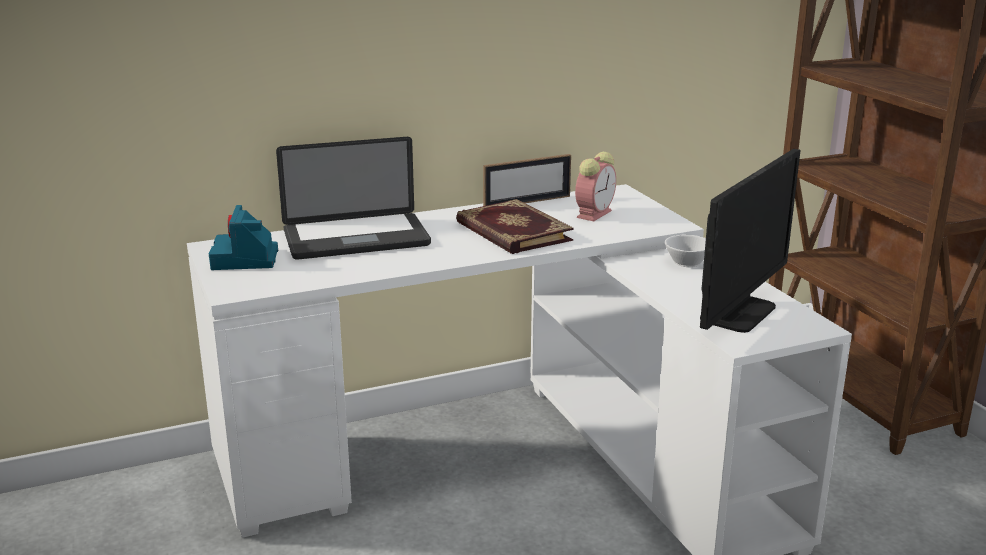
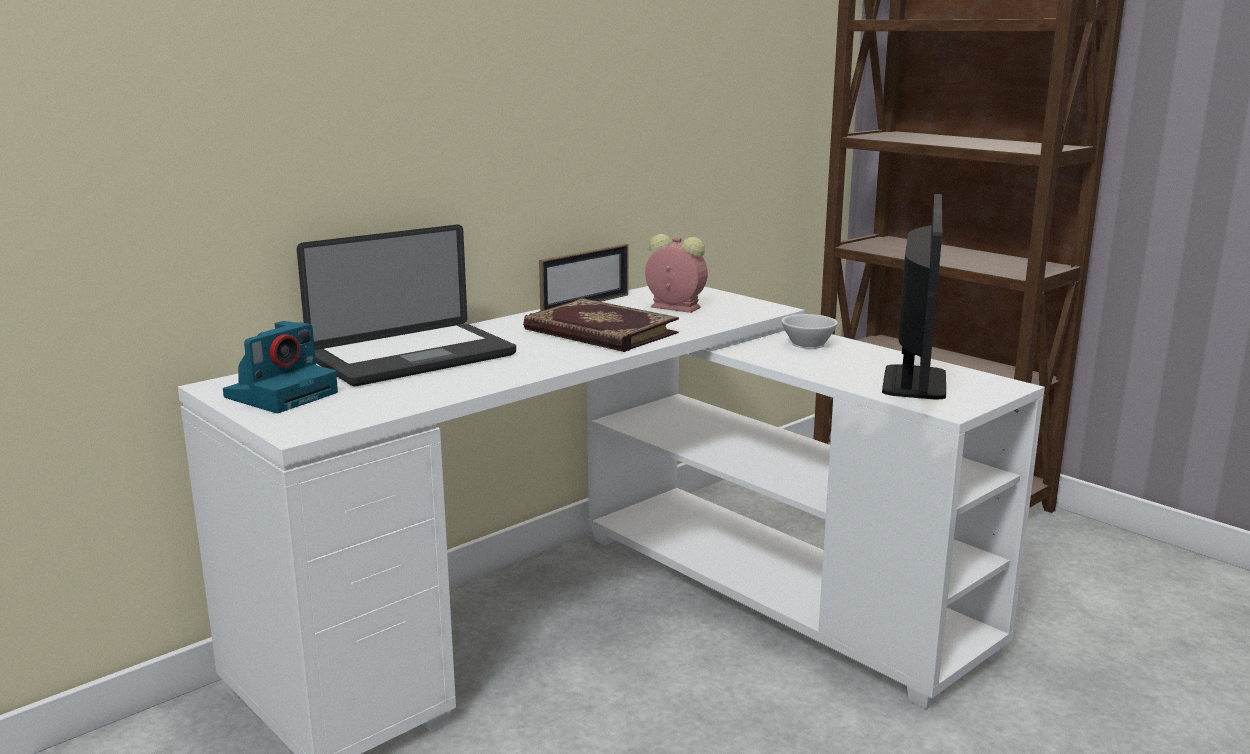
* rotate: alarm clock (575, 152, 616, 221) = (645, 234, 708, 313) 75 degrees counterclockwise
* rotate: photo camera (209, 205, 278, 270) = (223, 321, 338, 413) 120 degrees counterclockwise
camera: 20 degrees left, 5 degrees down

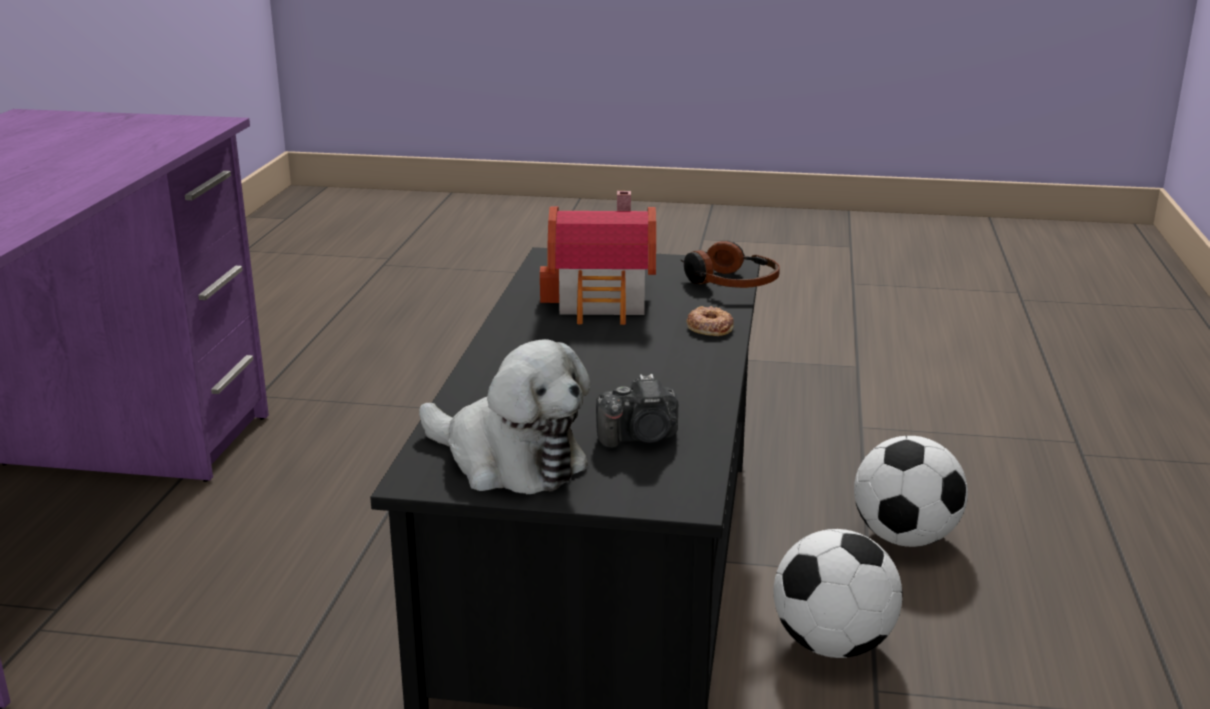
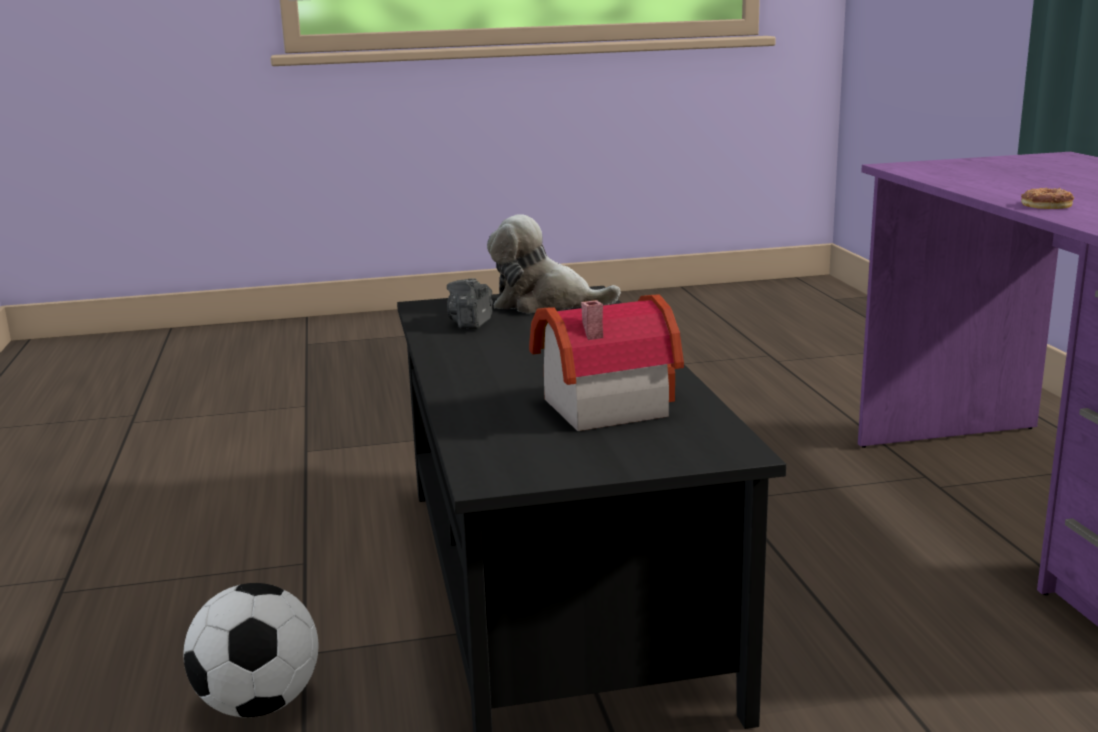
* delete: headphones (681, 241, 780, 288)
* move: donut (686, 306, 734, 336) to (1021, 188, 1074, 209)
* rotate: photo camera (596, 374, 678, 449) = (447, 278, 492, 329) 45 degrees counterclockwise
* delete: football (774, 529, 902, 658)
camera: 160 degrees right, 5 degrees down

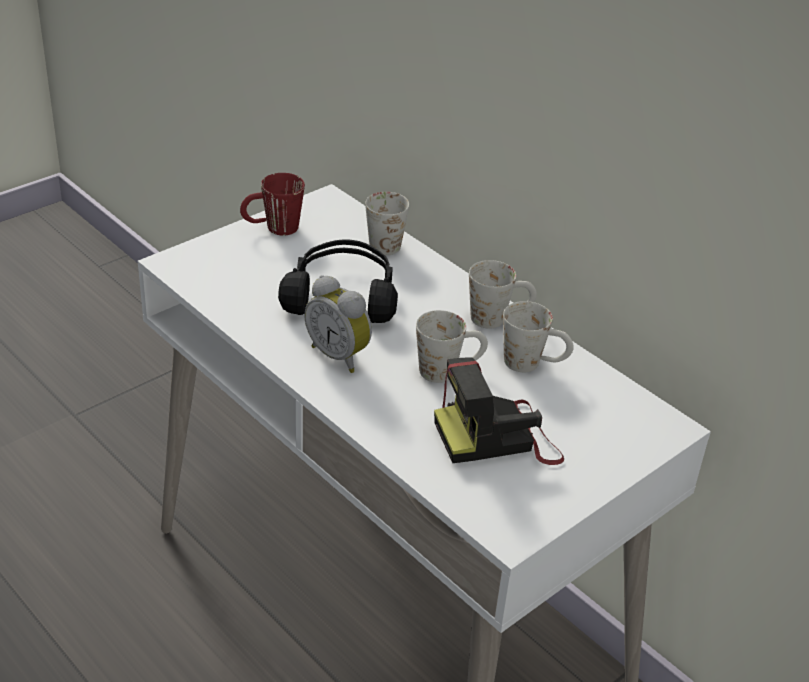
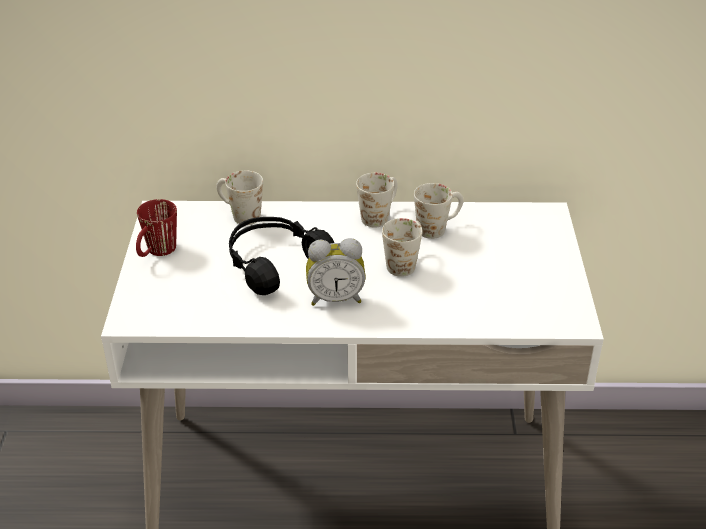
* delete: photo camera (434, 357, 564, 465)
camera: 45 degrees left, 0 degrees up

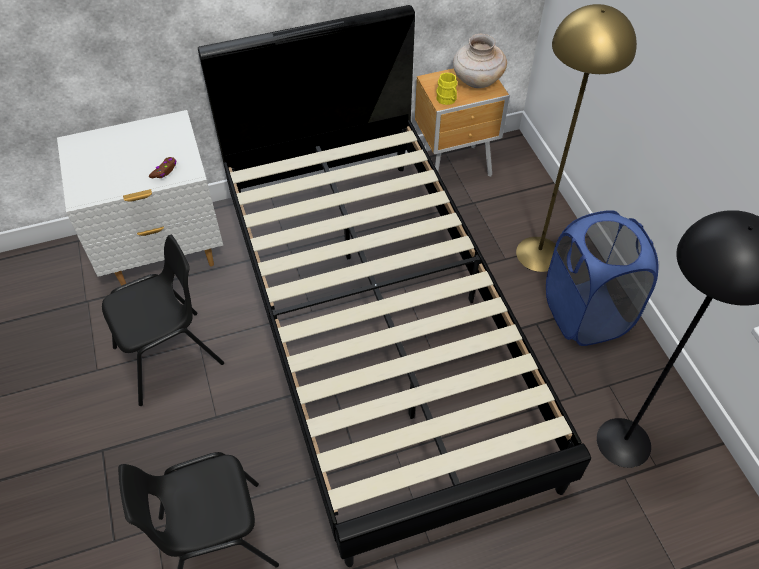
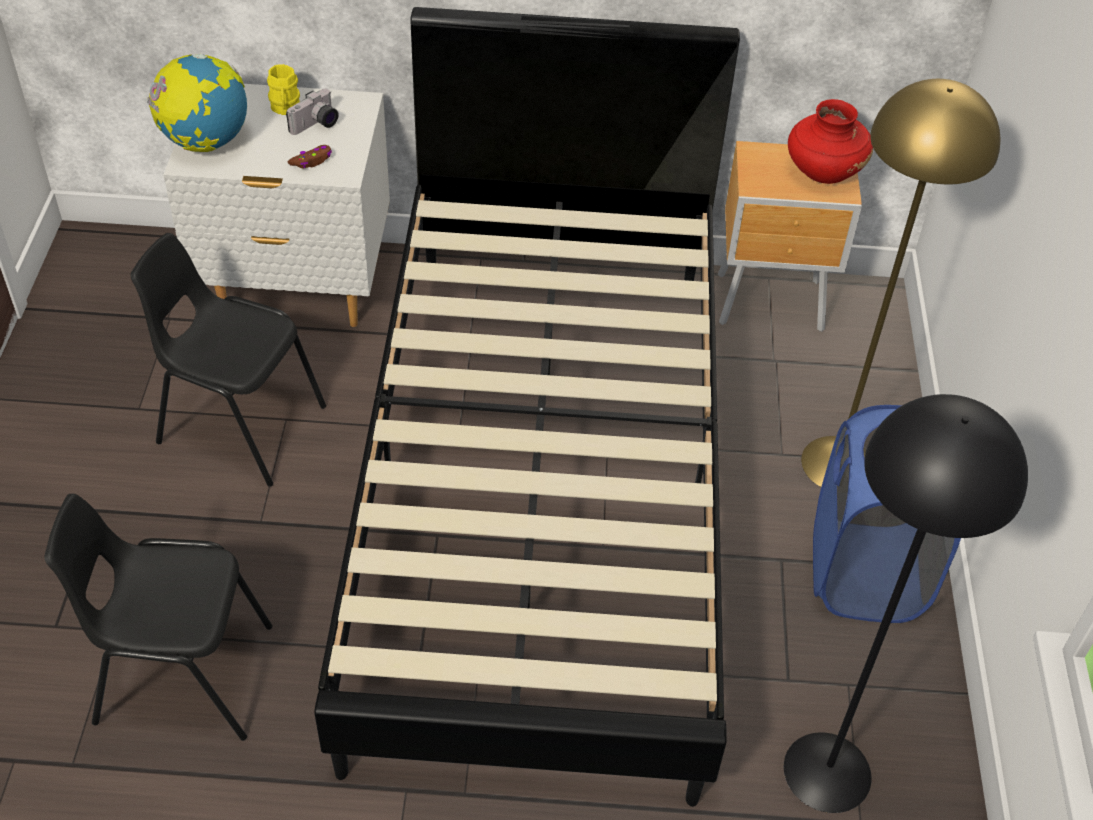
* recolor: vase (beige) (453, 34, 507, 88) to vase (red) (788, 99, 873, 184)
* move: mug (yellow) (436, 73, 457, 105) to (267, 64, 300, 115)
* rotate: chair (black) (102, 235, 224, 406) = (131, 233, 326, 487) 150 degrees counterclockwise
* insert: globe (147, 54, 247, 152)
* insert: photo camera (286, 89, 339, 135)
camera: 20 degrees right, 5 degrees down

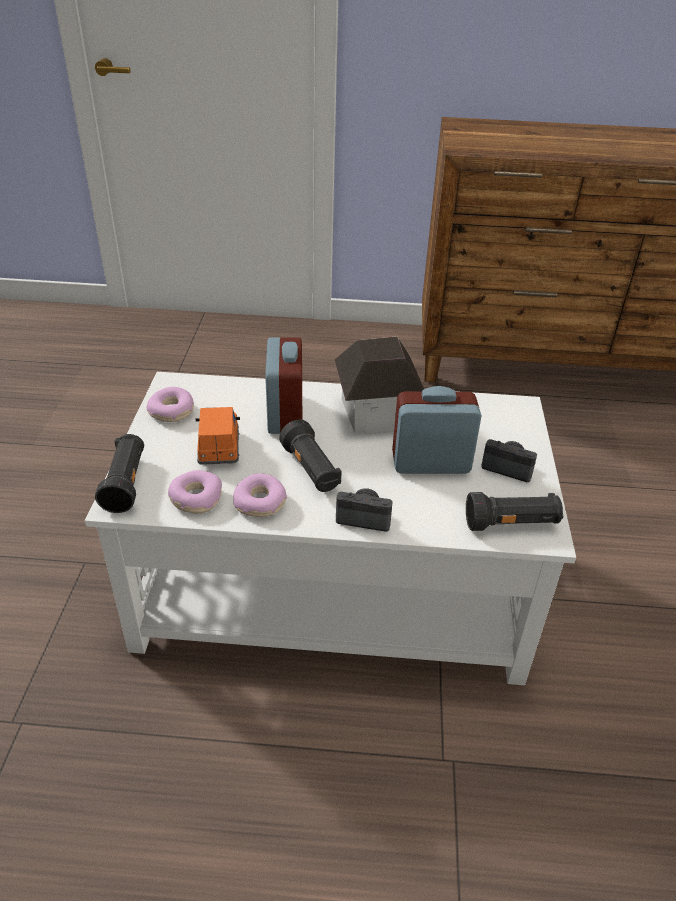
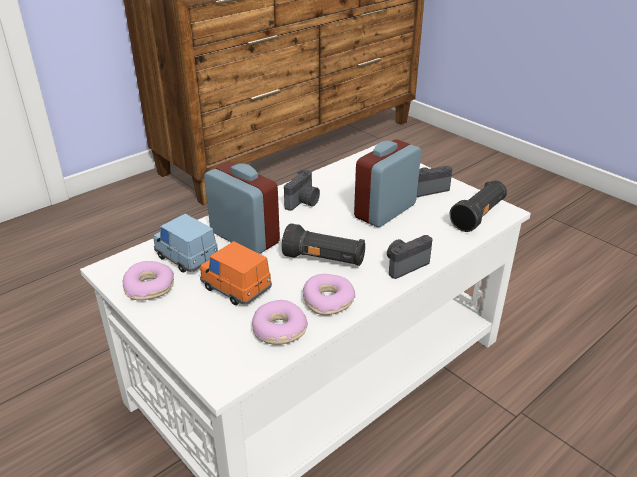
* replace: toy house (335, 336, 424, 434) to photo camera (284, 169, 320, 211)
* delete: flashlight (black) (95, 434, 144, 513)
* insert: toy car (blue) (153, 214, 218, 273)
camera: 45 degrees left, 5 degrees down

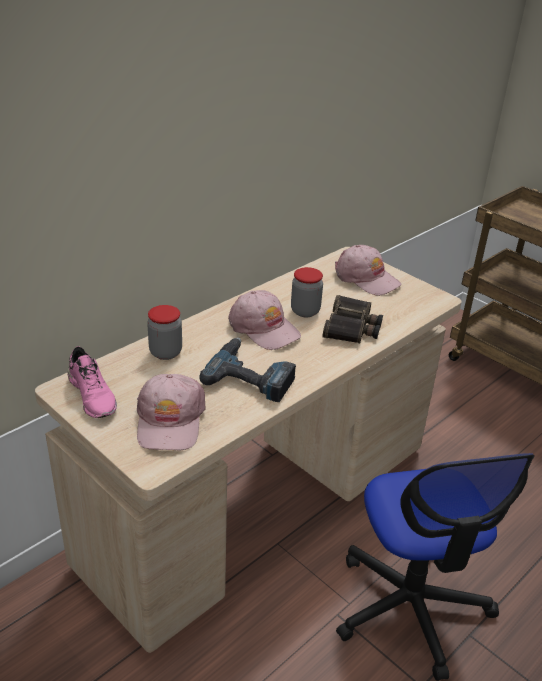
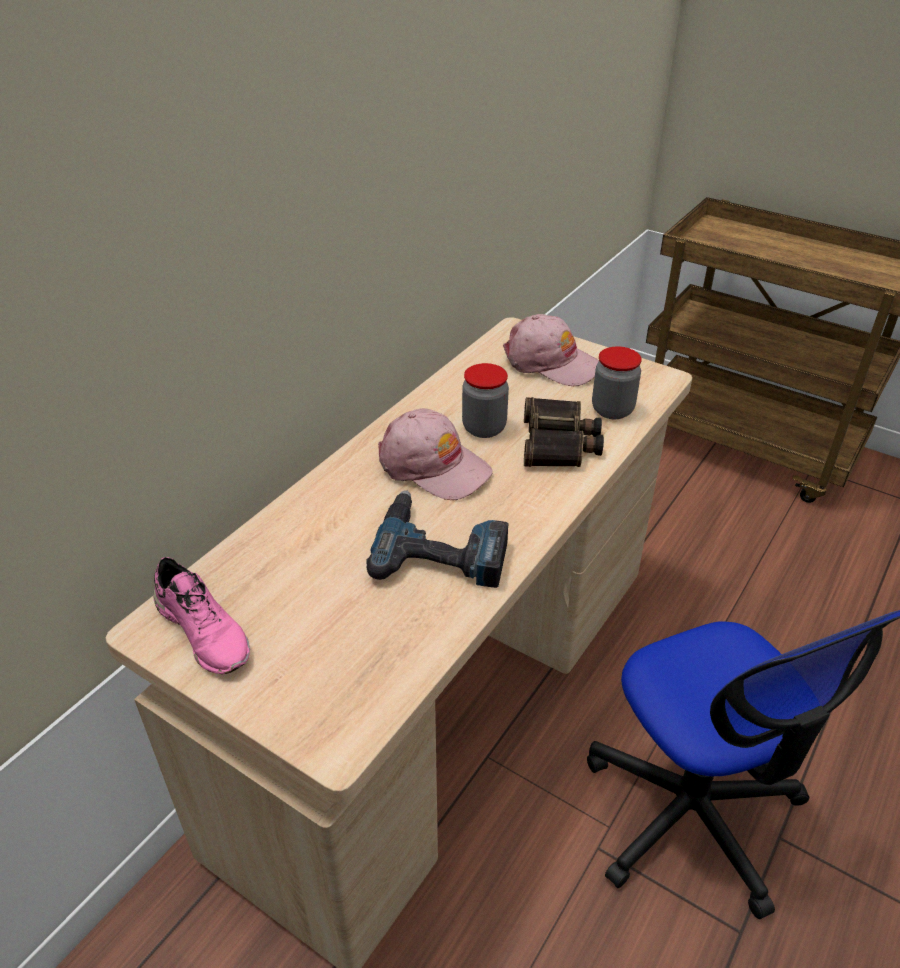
* move: jar (147, 305, 182, 360) to (592, 346, 642, 419)
* delete: cap (pink) (137, 374, 206, 451)
camera: 10 degrees left, 5 degrees up

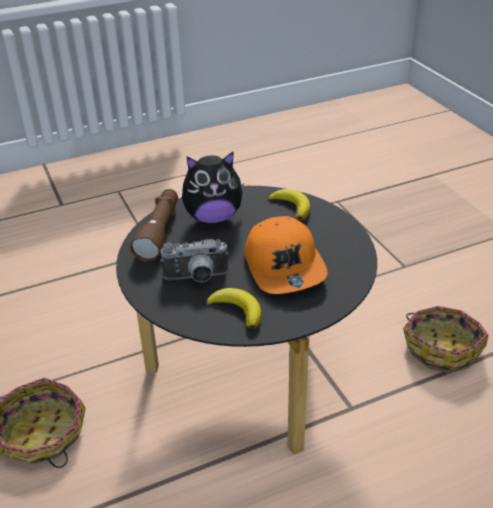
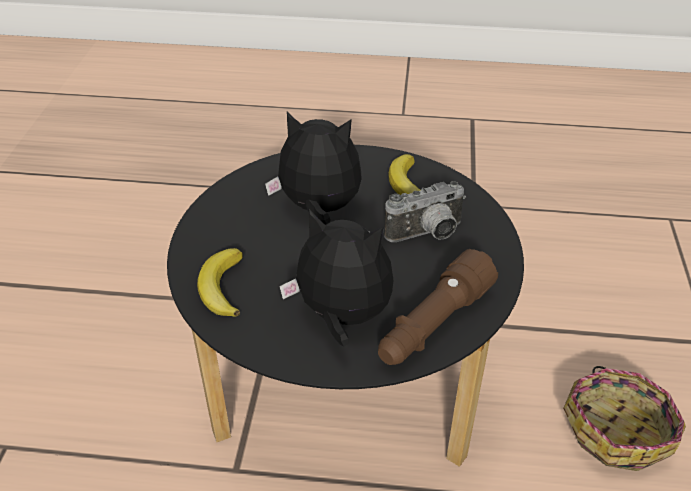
* replace: cap (orange) (244, 216, 328, 294) to plush toy (265, 112, 362, 225)
* rotate: photo camera (160, 239, 229, 283) = (384, 181, 466, 242) 135 degrees clockwise
* delete: basket (403, 306, 489, 373)
camera: 150 degrees left, 5 degrees up

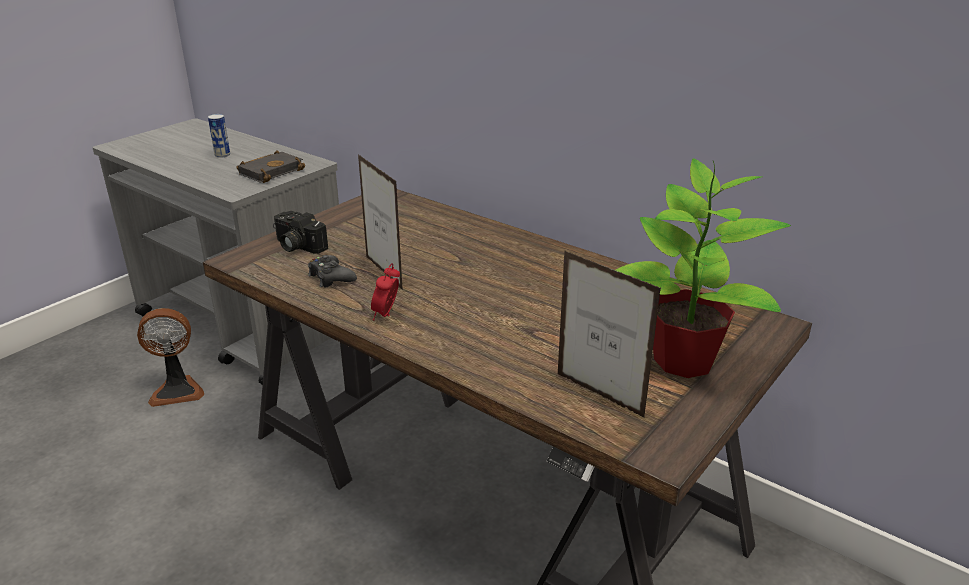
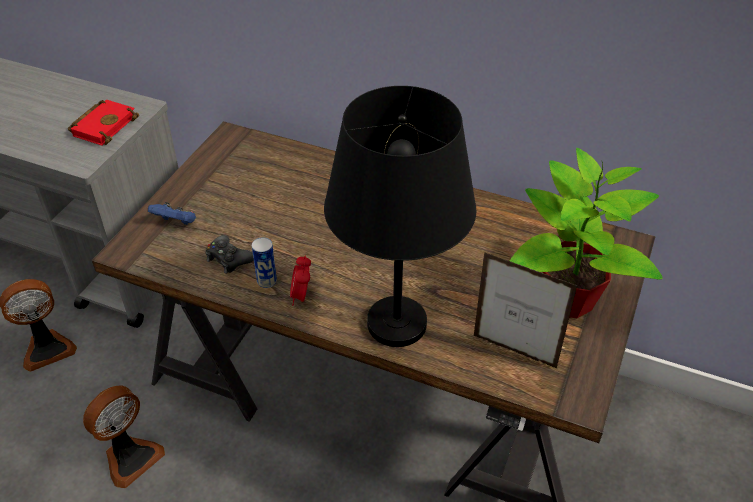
* move: can (208, 114, 230, 158) to (252, 237, 277, 288)
* recolor: book (black) (237, 150, 305, 183) to book (red) (68, 100, 139, 146)
* delete: picture frame (358, 154, 403, 290)
* replace: photo camera (273, 211, 328, 254) to game controller (blue) (148, 202, 196, 225)
* insert: table lamp (black) (324, 86, 476, 347)
* insert: fan (83, 386, 165, 488)
camera: 15 degrees left, 15 degrees up

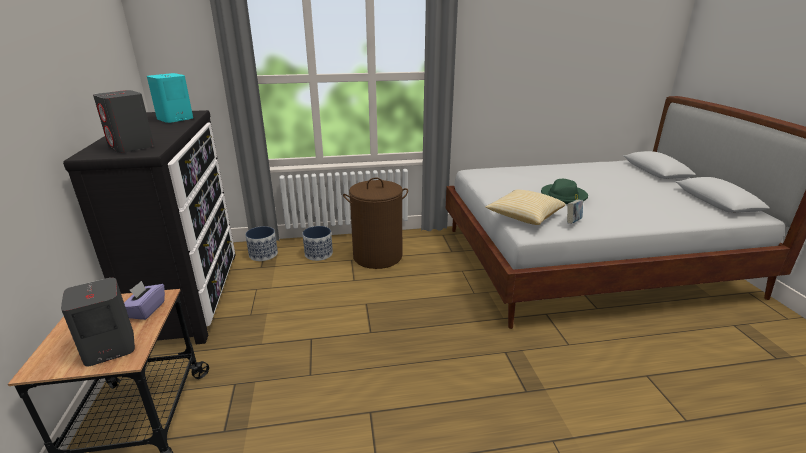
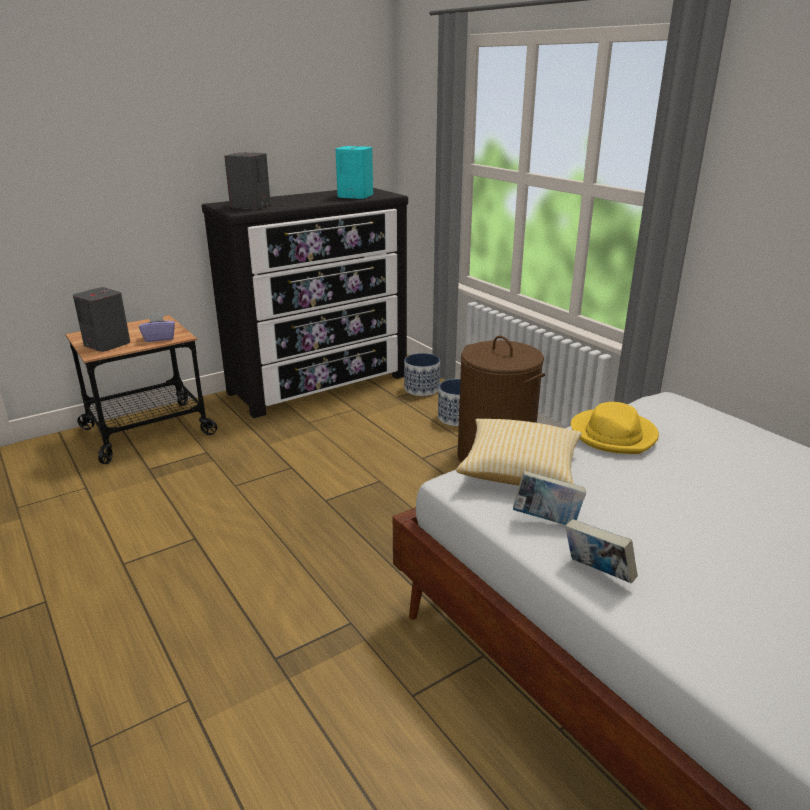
* delete: hat (green) (541, 179, 588, 204)
* insert: hat (yellow) (571, 402, 659, 454)
* insert: book (565, 519, 638, 583)
camera: 65 degrees right, 0 degrees up

